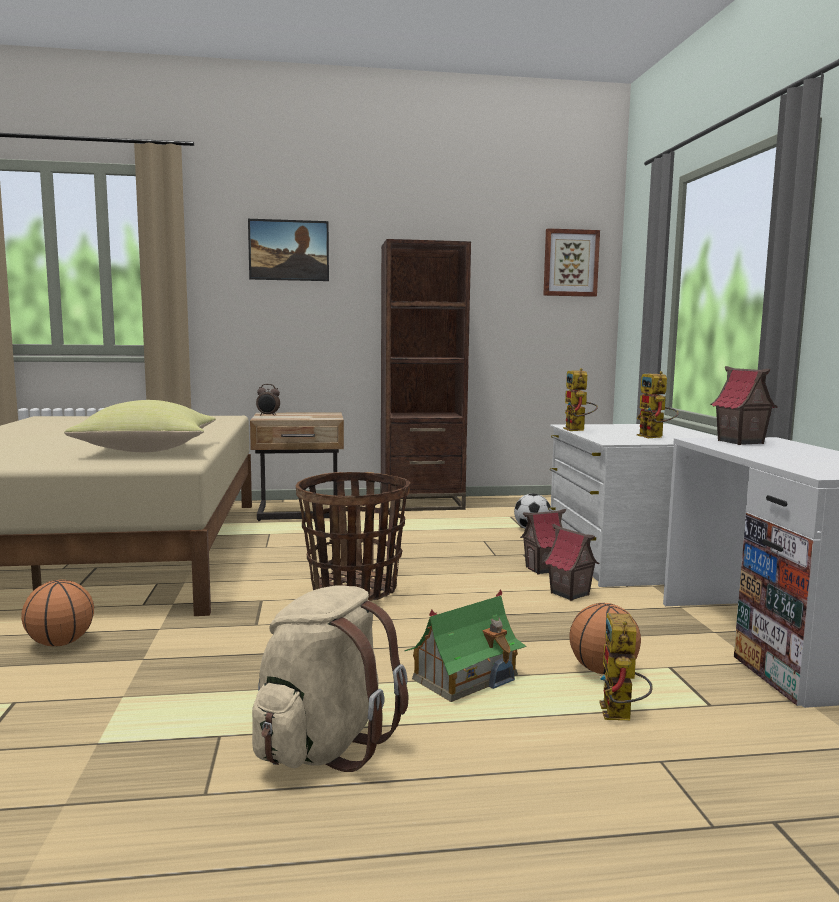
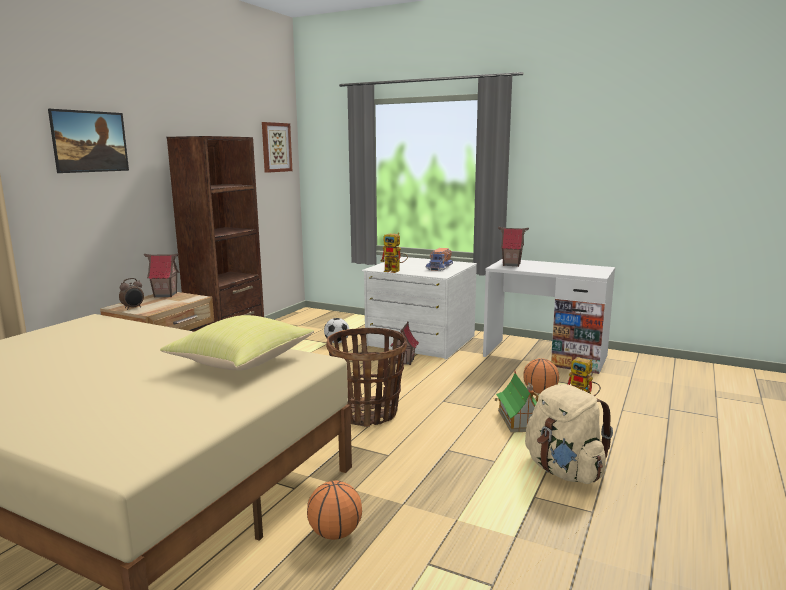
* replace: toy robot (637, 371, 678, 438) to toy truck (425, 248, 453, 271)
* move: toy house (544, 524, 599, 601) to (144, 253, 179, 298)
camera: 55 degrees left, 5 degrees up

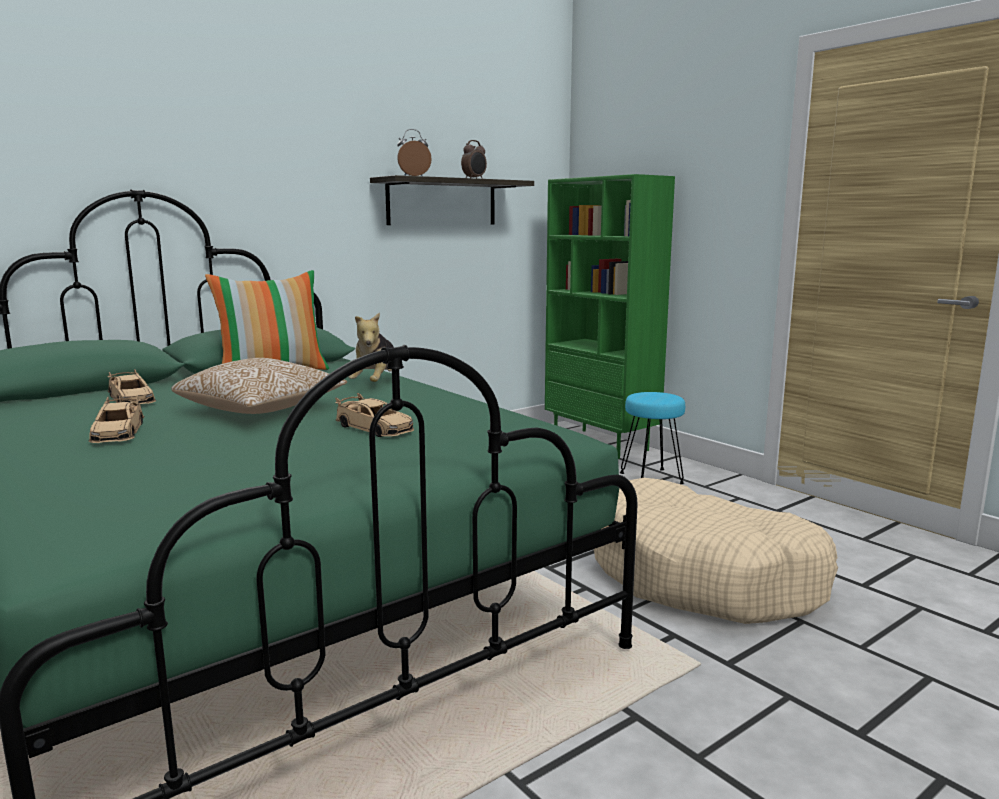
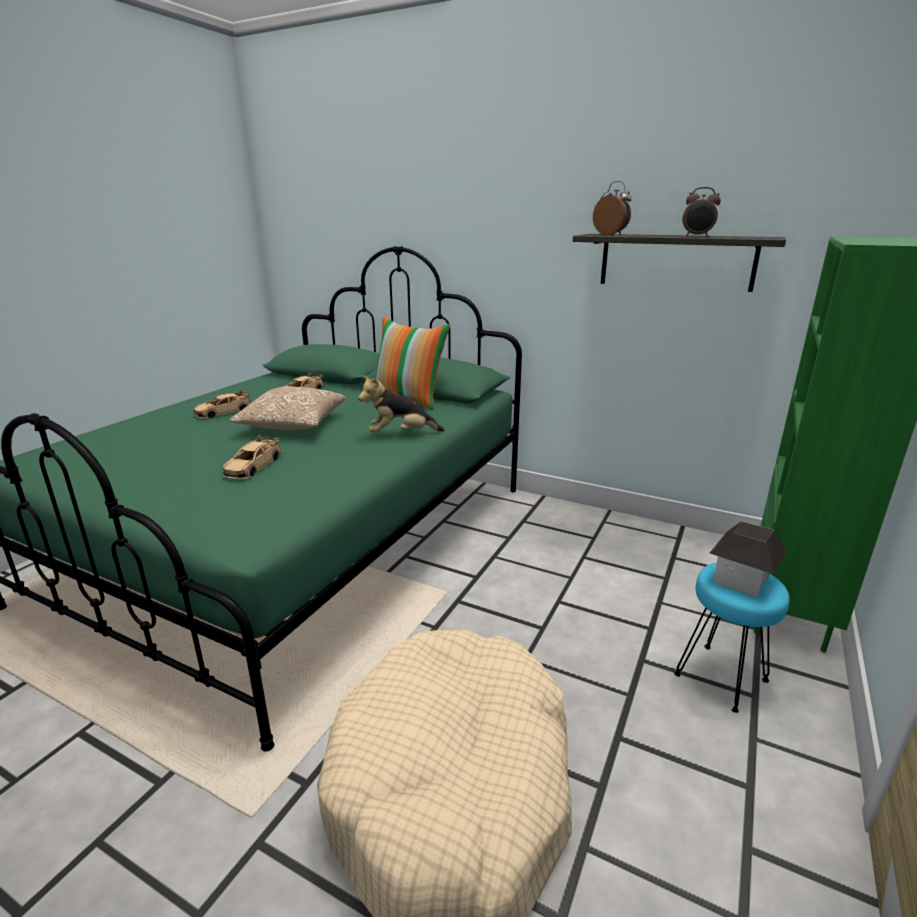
* insert: toy house (710, 521, 787, 597)
camera: 65 degrees right, 10 degrees up

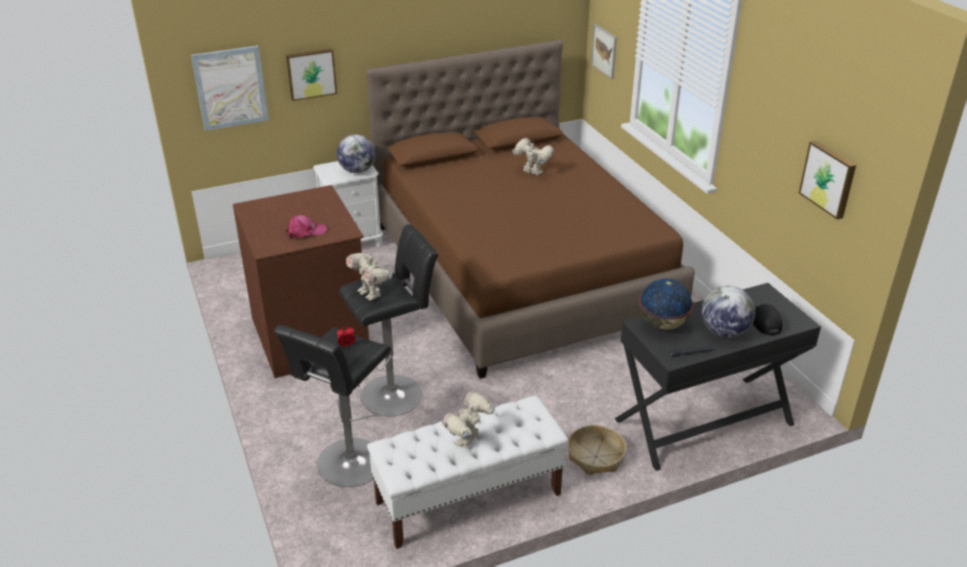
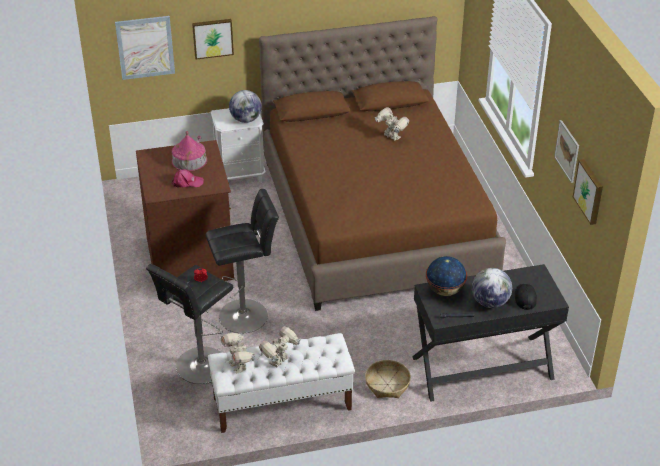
* move: picture (591, 24, 617, 79) to (554, 120, 579, 183)
* move: toy robot (346, 253, 393, 301) to (221, 333, 256, 373)
* insert: toy house (172, 131, 207, 171)
camera: 10 degrees right, 5 degrees up

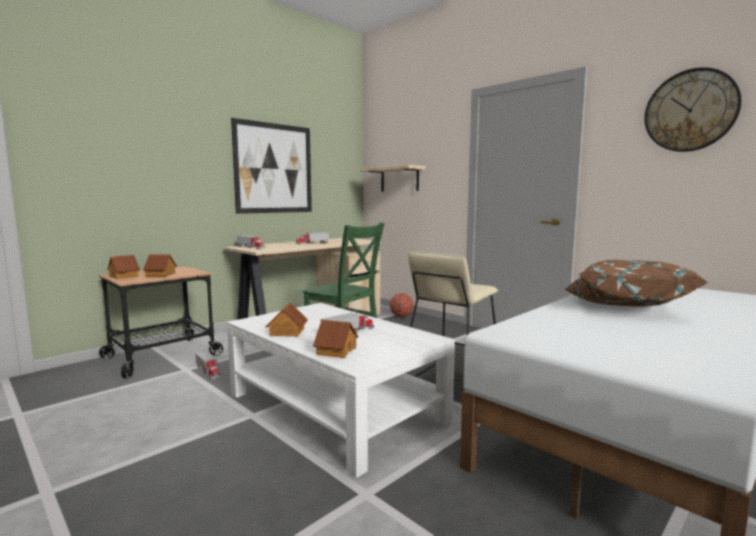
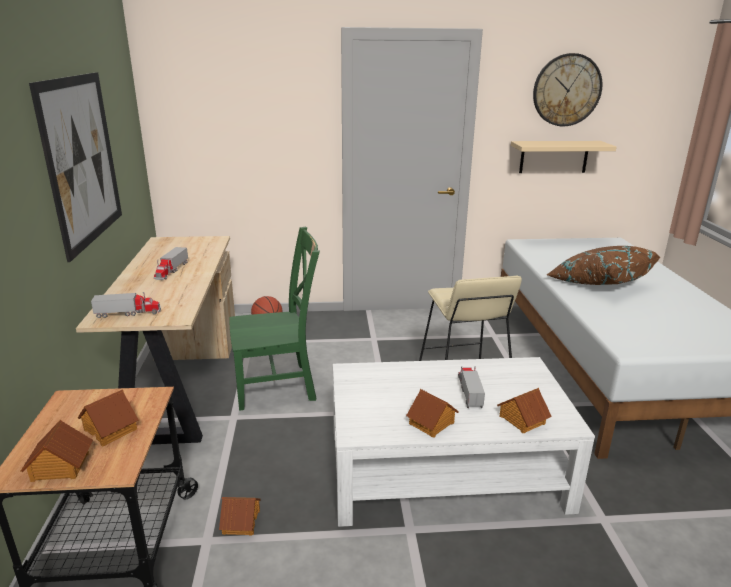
* move: shelf (beige) (359, 165, 426, 192) to (511, 141, 616, 173)
* replace: toy truck (195, 351, 221, 379) to toy house (219, 497, 261, 536)
camera: 50 degrees left, 15 degrees up

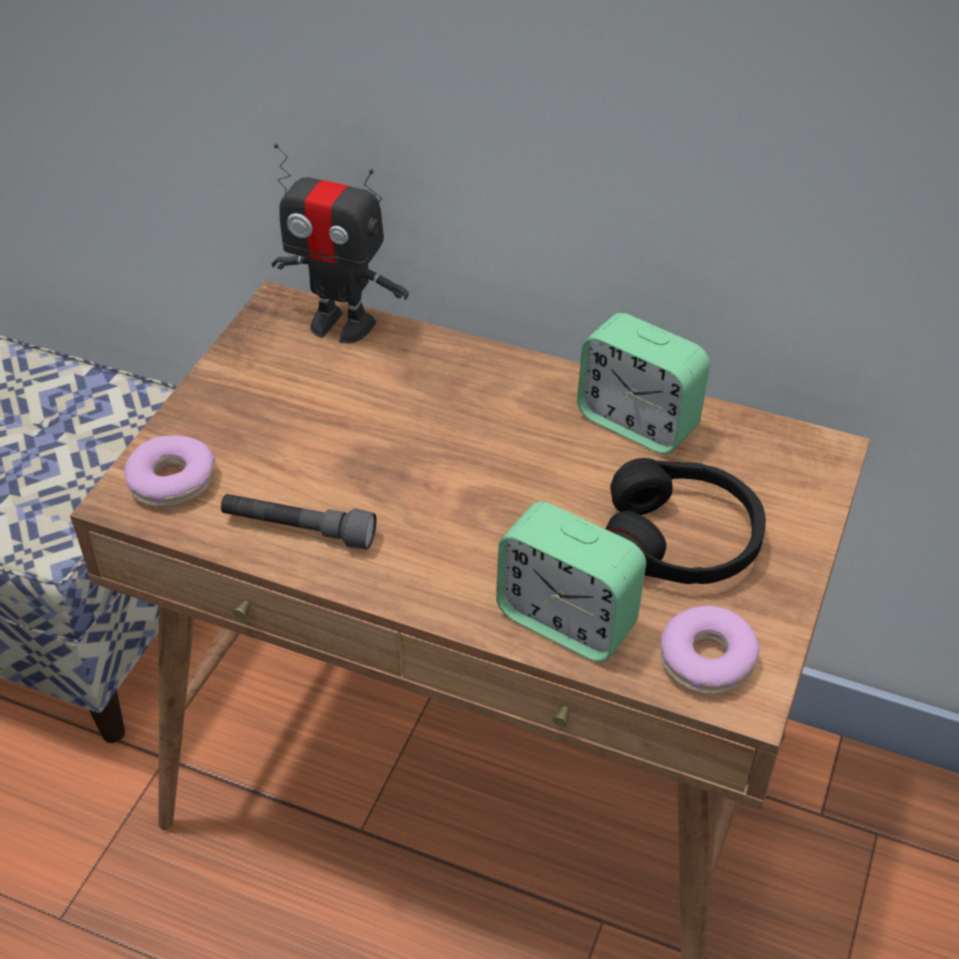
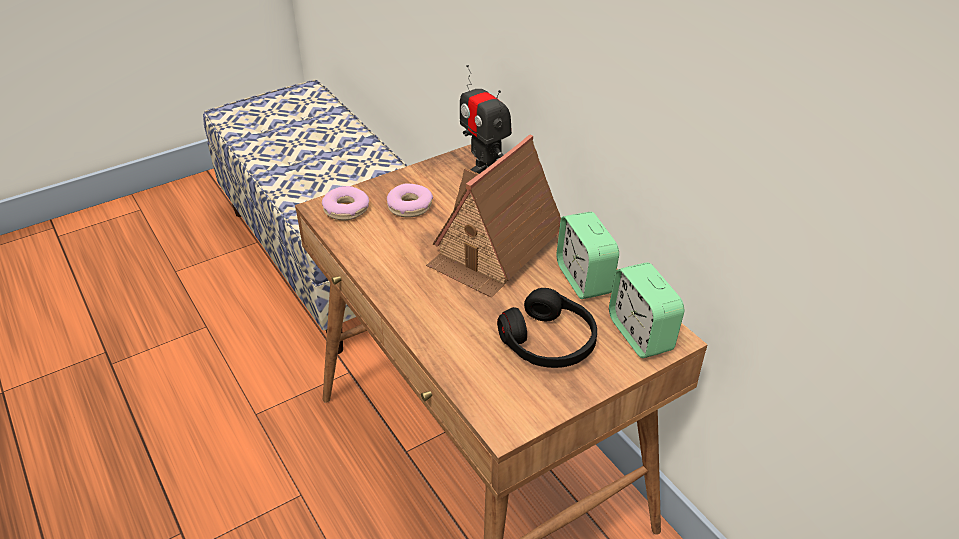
* delete: flashlight (grey) (221, 494, 376, 549)
* move: alarm clock (496, 502, 646, 662) to (609, 262, 684, 358)
* move: donut (660, 606, 760, 695) to (387, 183, 433, 217)
* insert: toy house (426, 134, 561, 297)
camera: 35 degrees right, 5 degrees down

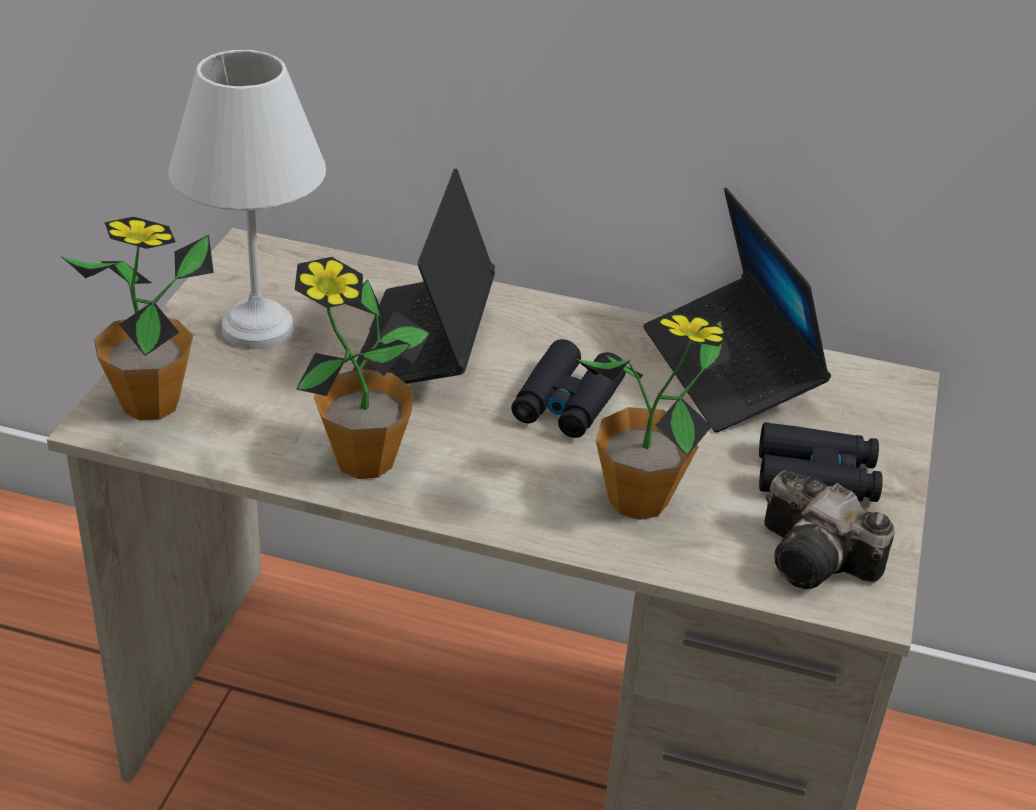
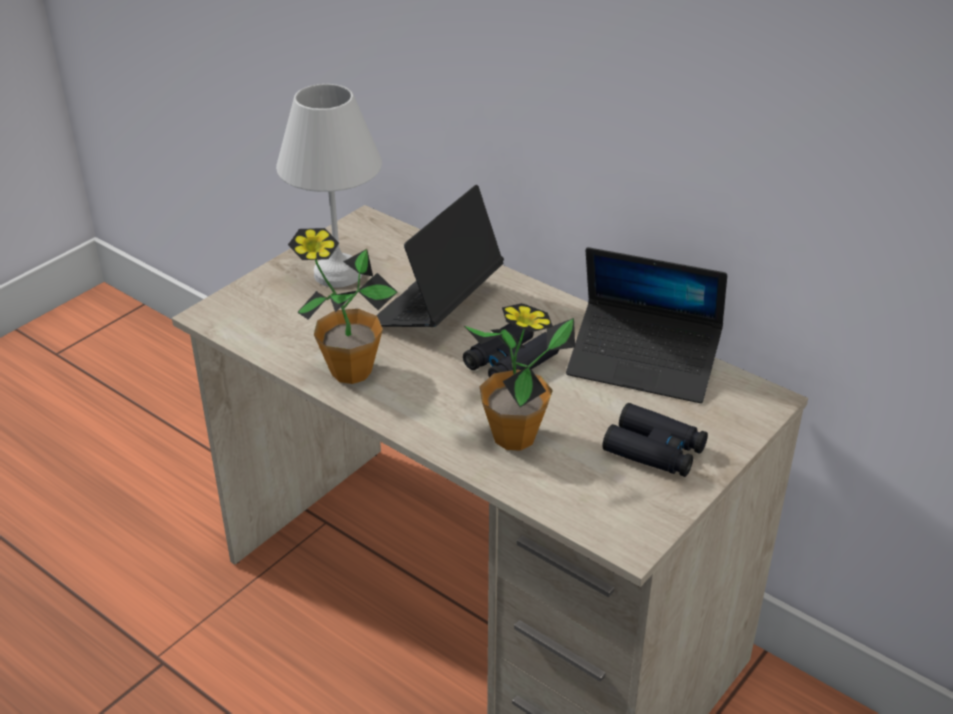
* rotate: laptop (643, 188, 831, 432) = (566, 247, 727, 403) 75 degrees counterclockwise
* delete: potted plant (61, 217, 214, 420)
* delete: photo camera (764, 471, 895, 589)
camera: 25 degrees right, 0 degrees up

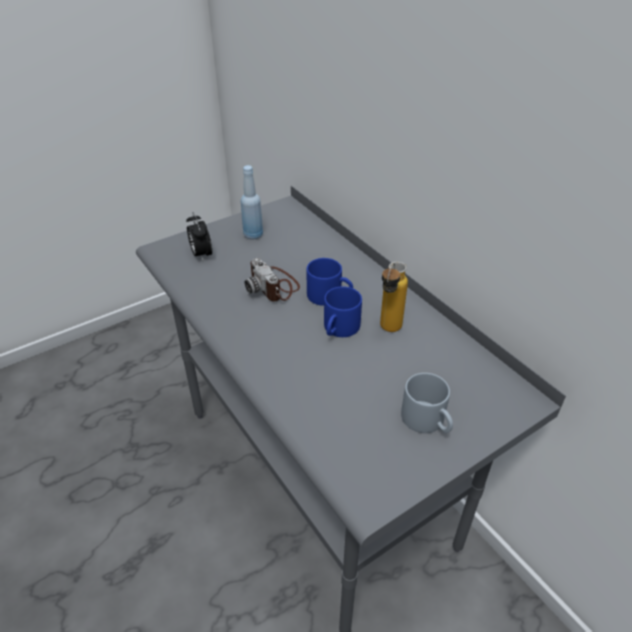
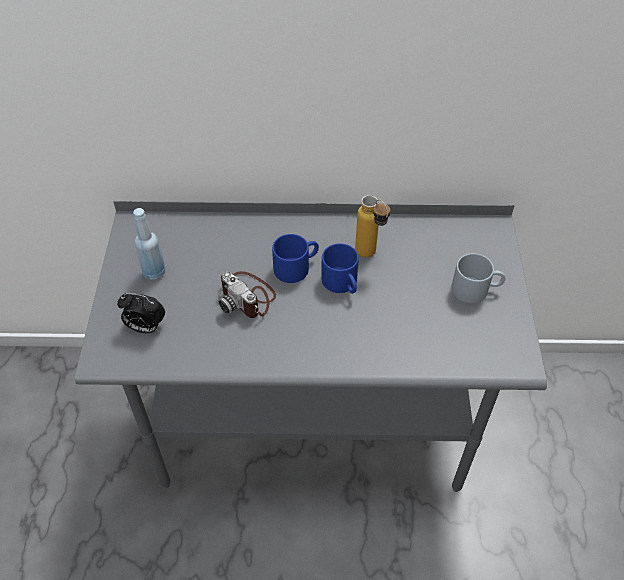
* rotate: photo camera (244, 258, 300, 301) = (219, 271, 276, 318) 45 degrees clockwise
camera: 55 degrees left, 10 degrees up

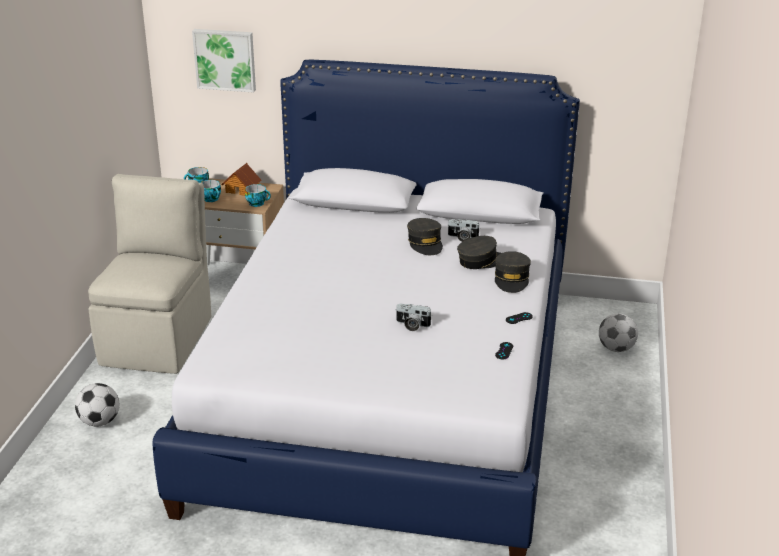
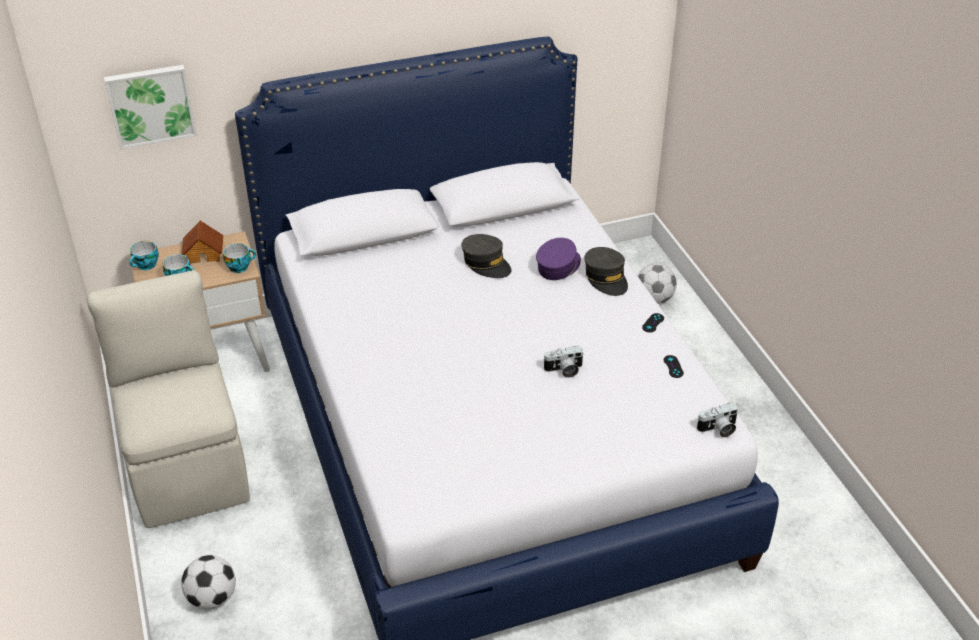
* move: photo camera (447, 219, 480, 242) to (697, 403, 738, 437)
* recolor: cap (grey) (457, 236, 501, 269) to cap (purple) (536, 238, 581, 280)
camera: 30 degrees left, 10 degrees up

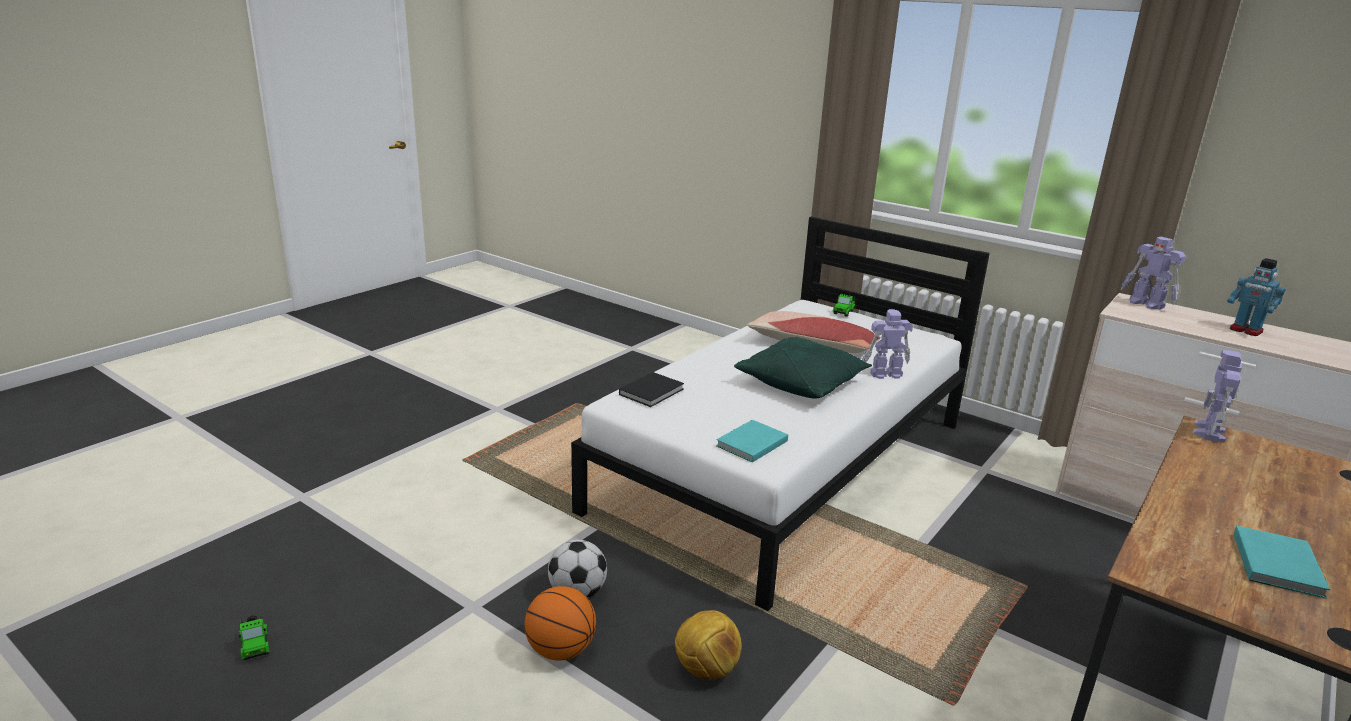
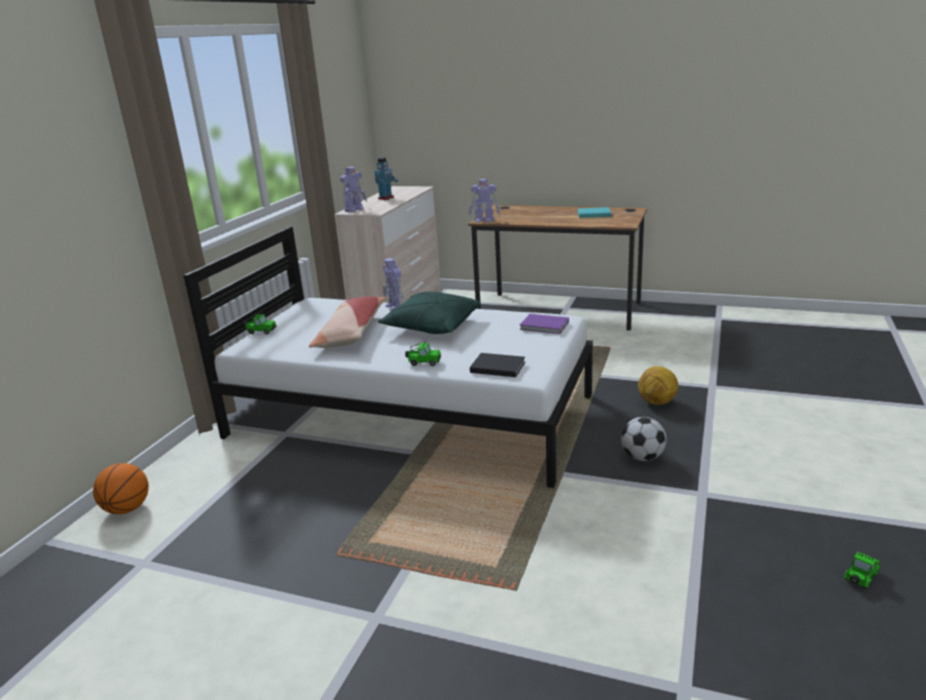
* recolor: book (turquoise) (716, 420, 788, 463) to book (purple) (520, 314, 569, 334)
* move: basketball (525, 586, 596, 661) to (93, 463, 149, 514)
* insert: toy car (405, 343, 441, 366)
camera: 105 degrees left, 0 degrees up

